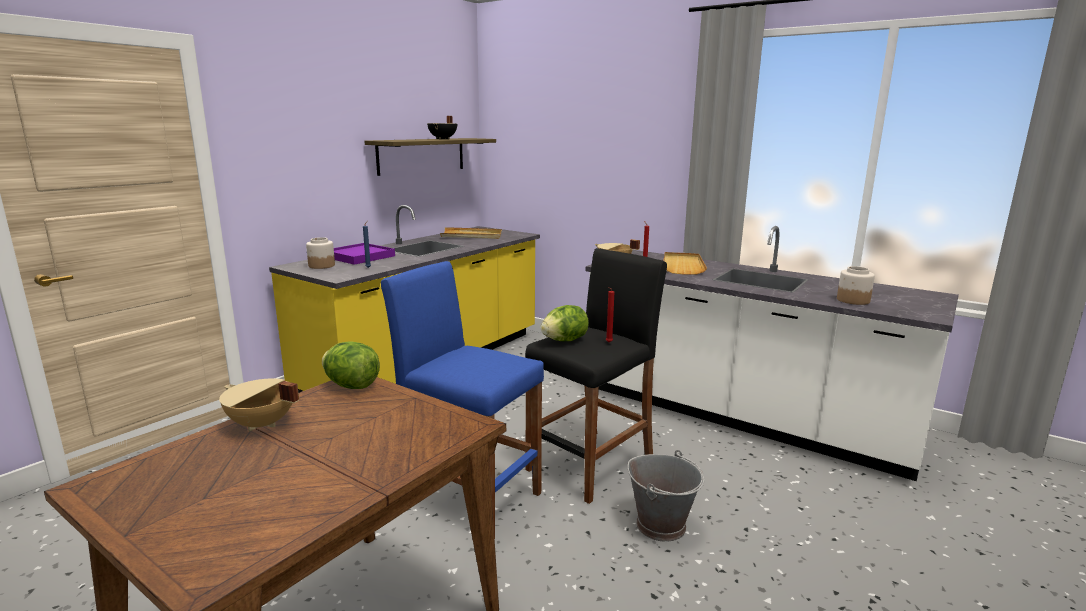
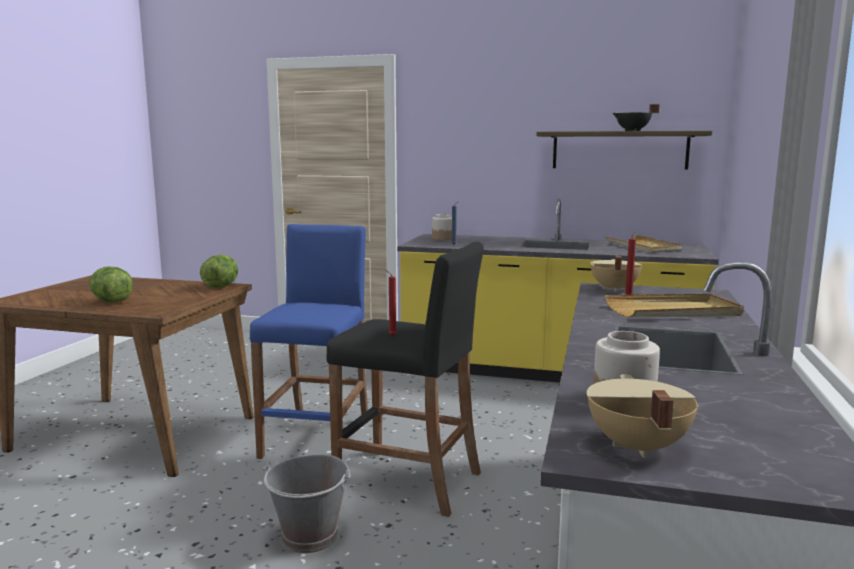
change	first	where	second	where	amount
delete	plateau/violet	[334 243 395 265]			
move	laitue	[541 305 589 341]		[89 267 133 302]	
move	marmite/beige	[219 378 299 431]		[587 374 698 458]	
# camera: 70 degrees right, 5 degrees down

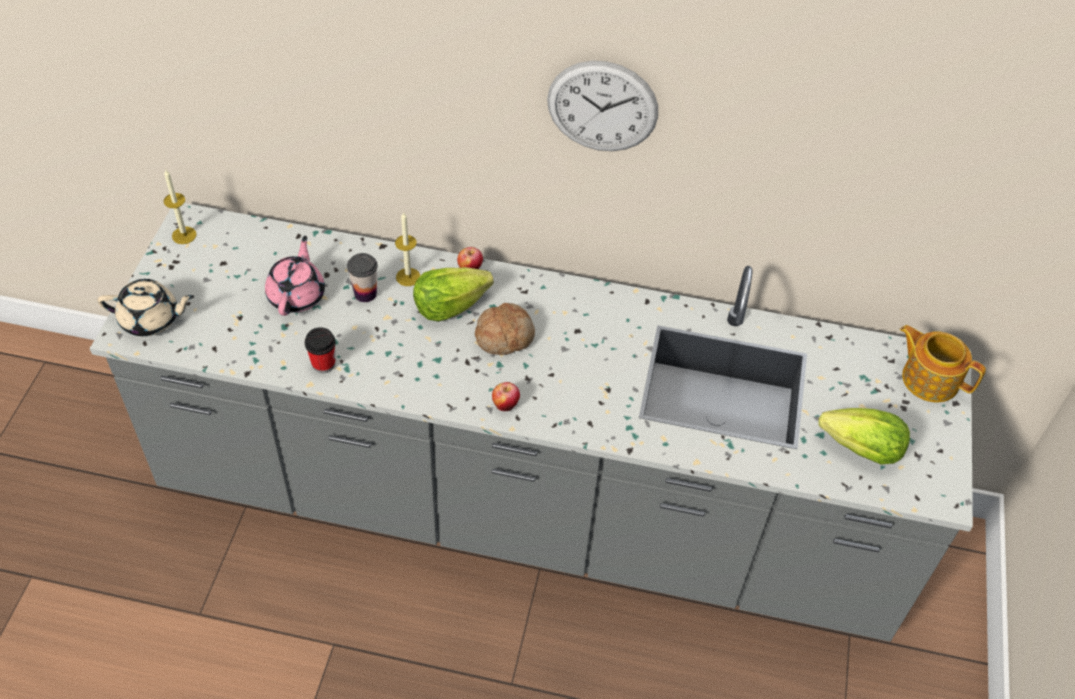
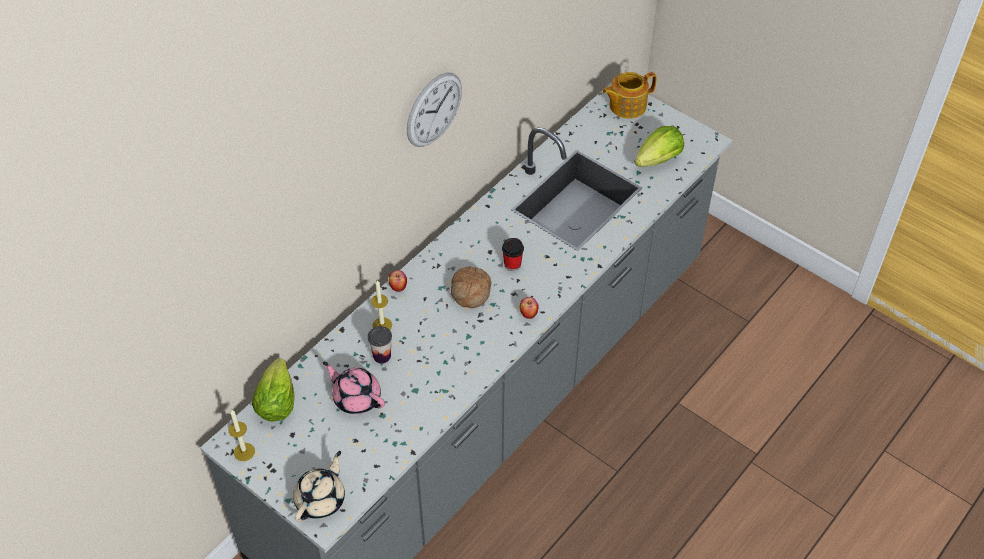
change	first	where	second	where	amount
move	laitue	[413 267 494 322]		[252 358 295 421]	
move	tasse	[305 327 336 373]		[502 238 524 271]	
# camera: 60 degrees left, 0 degrees up

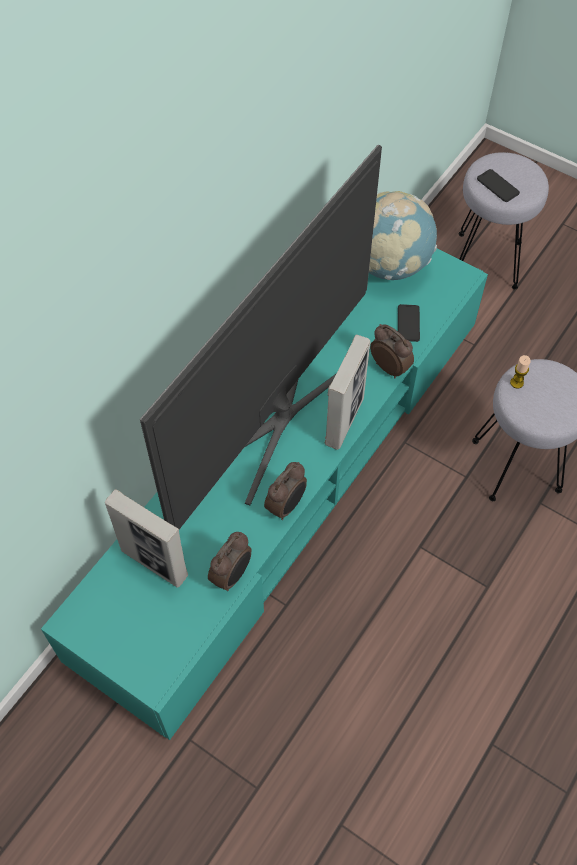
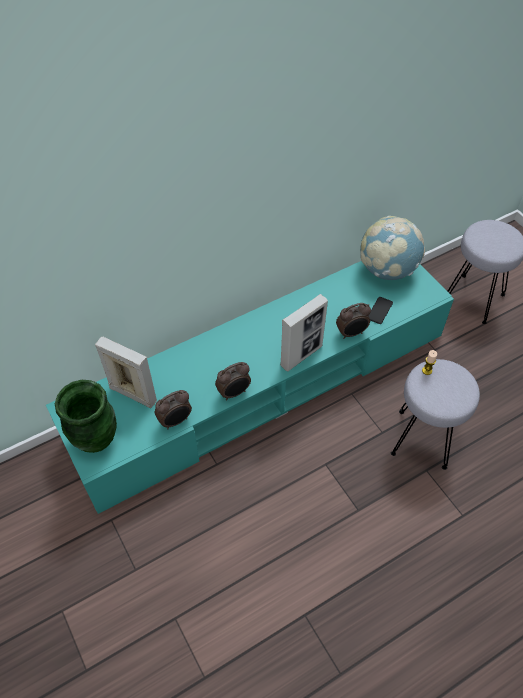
change	first	where	second	where	amount
delete	téléviseur	[140 145 382 529]			
delete	téléphone	[477 169 520 202]			
rotate	réveil	[370 324 414 379]		[336 303 371 339]	90 degrees clockwise
rotate	cadre photo	[105 489 188 588]		[95 337 157 409]	150 degrees clockwise
insert			vase/vert	[55 380 117 453]	
# camera: 25 degrees right, 5 degrees down

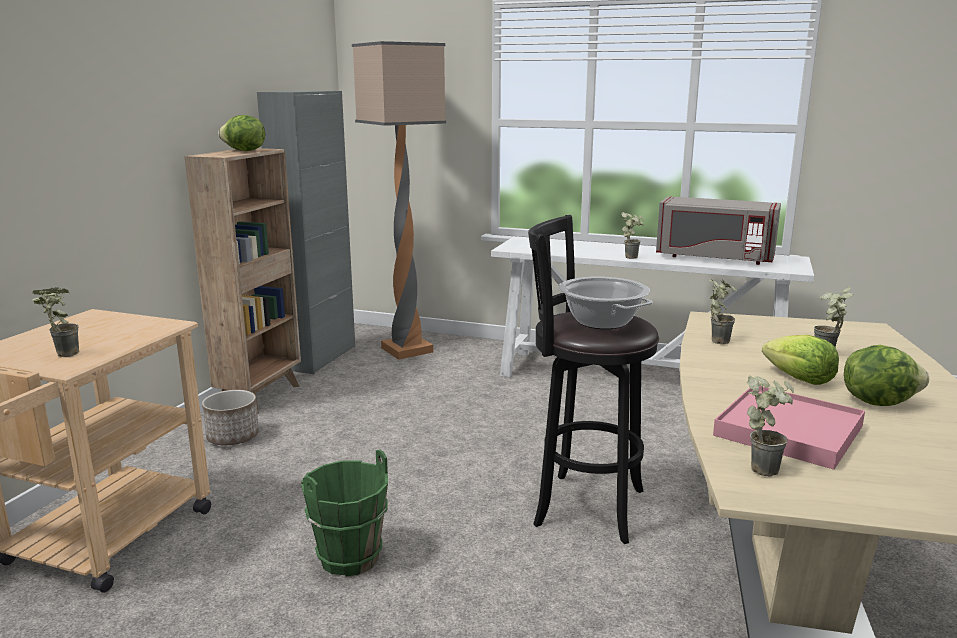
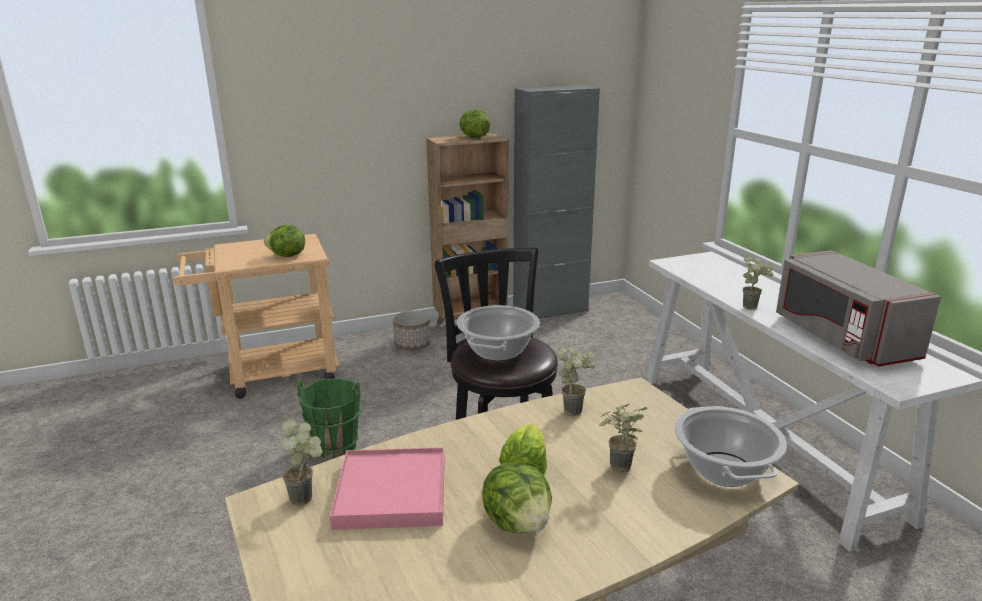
change	first	where	second	where	amount
delete	lampadaire	[352 41 446 360]			
delete	plante en pot	[33 287 79 357]			
insert			laitue	[264 225 305 257]	
insert			marmite	[675 406 787 487]	
# camera: 50 degrees right, 5 degrees up

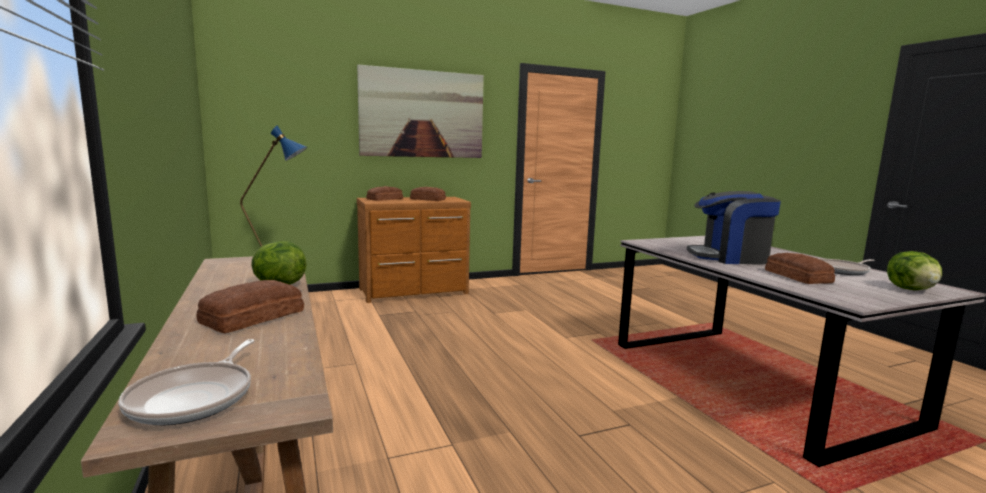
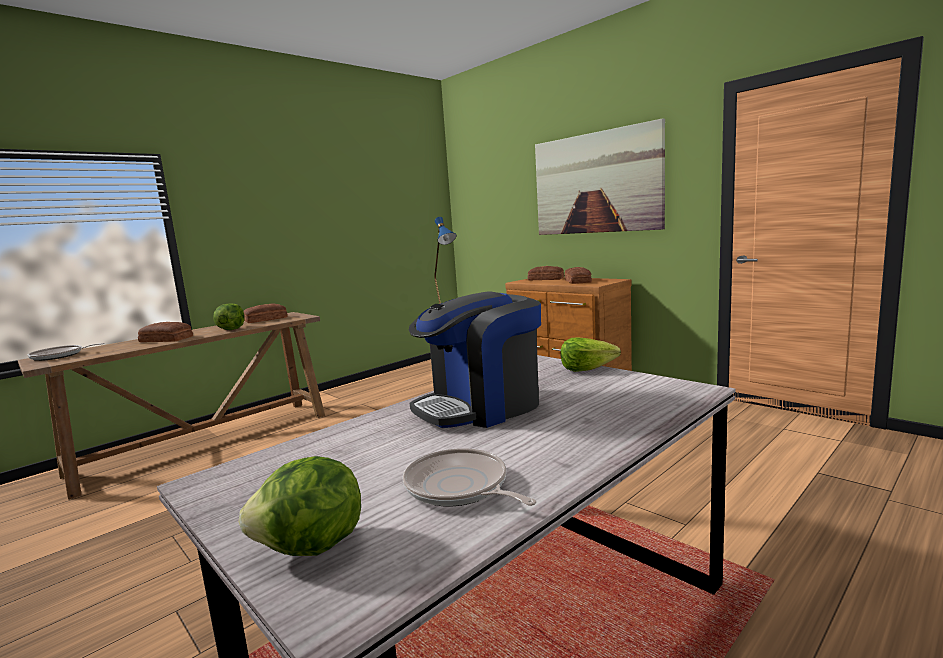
change	first	where	second	where	amount
rotate	machine à café	[687 191 781 264]		[409 291 541 428]	105 degrees counterclockwise
move	pain	[765 253 835 284]		[243 303 288 323]	
insert			laitue	[560 337 621 372]	
# camera: 70 degrees right, 0 degrees up

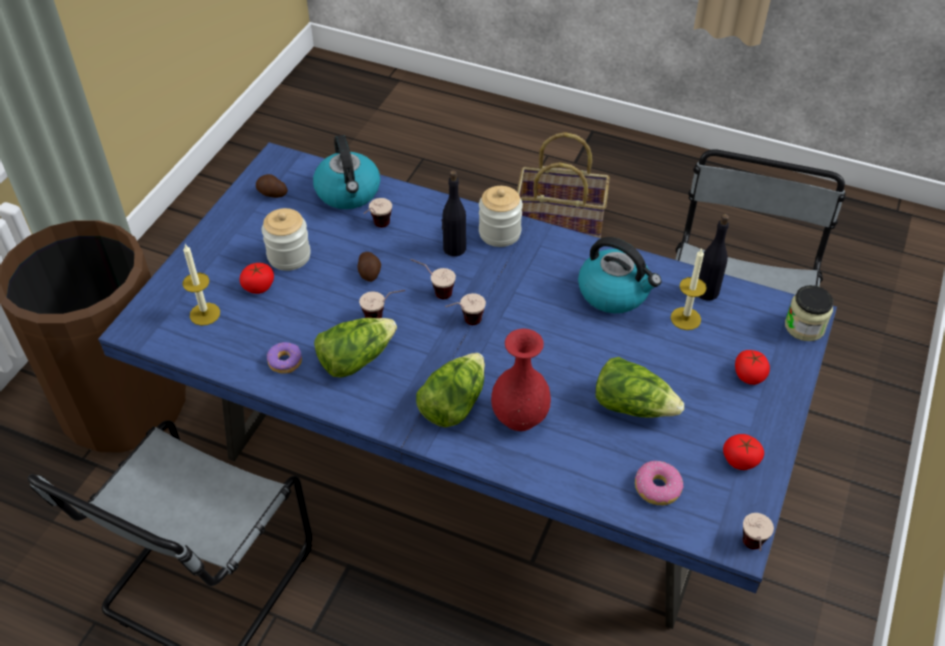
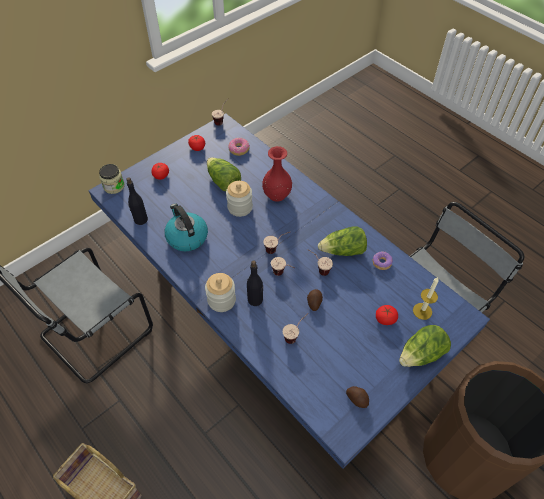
change	first	where	second	where	amount
delete	bouilloire	[313 135 380 209]			
move	bocal	[262 208 311 271]		[226 181 253 217]	
delete	bougie	[671 249 707 330]			
move	laitue	[416 353 485 428]		[399 325 451 367]	
# camera: 155 degrees left, 5 degrees up

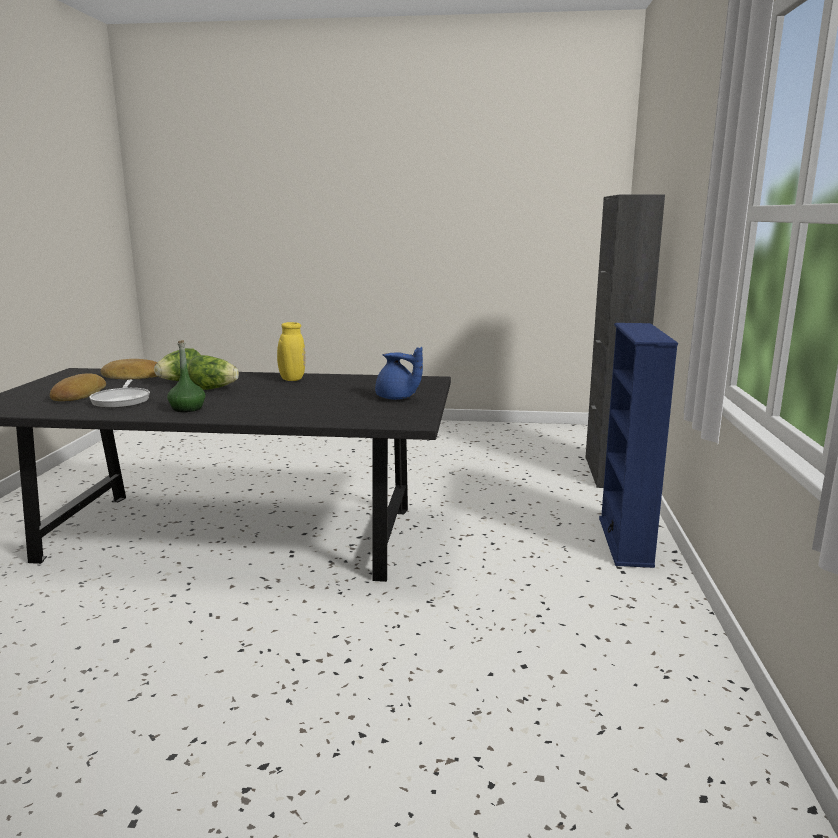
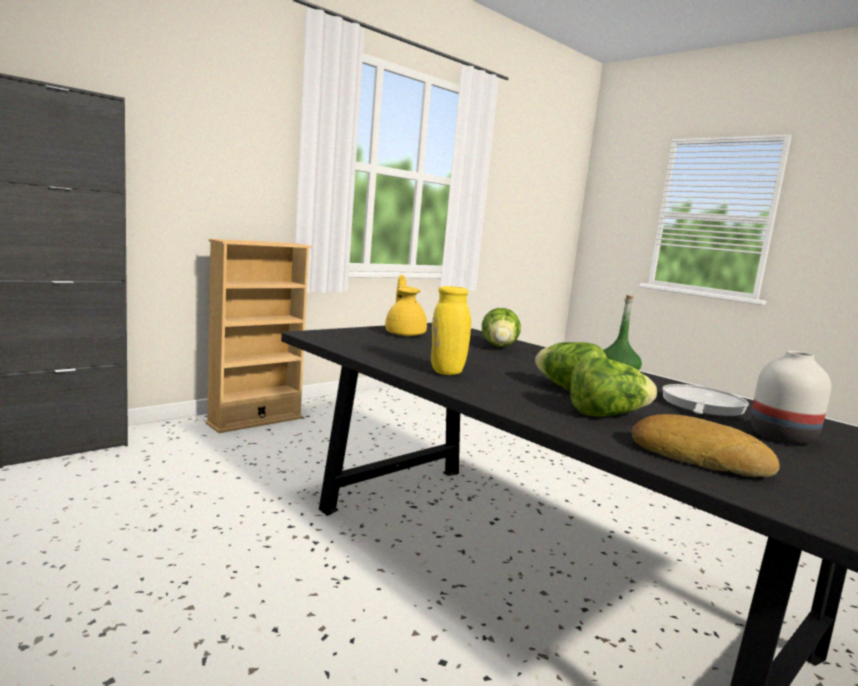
change	first	where	second	where	amount
recolor	bibliothèque/bleu	[599 323 678 568]	bibliothèque/beige	[205 239 312 433]	
recolor	théière/bleu	[375 347 423 400]	théière/jaune	[385 275 427 336]	
replace	pain	[50 373 106 401]	vase/blanc	[751 351 831 445]	
insert			laitue	[482 308 521 347]	
# camera: 140 degrees left, 5 degrees down

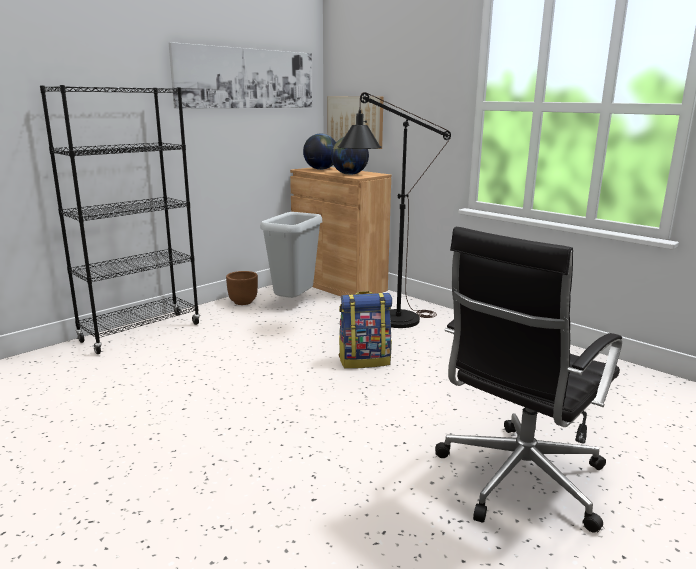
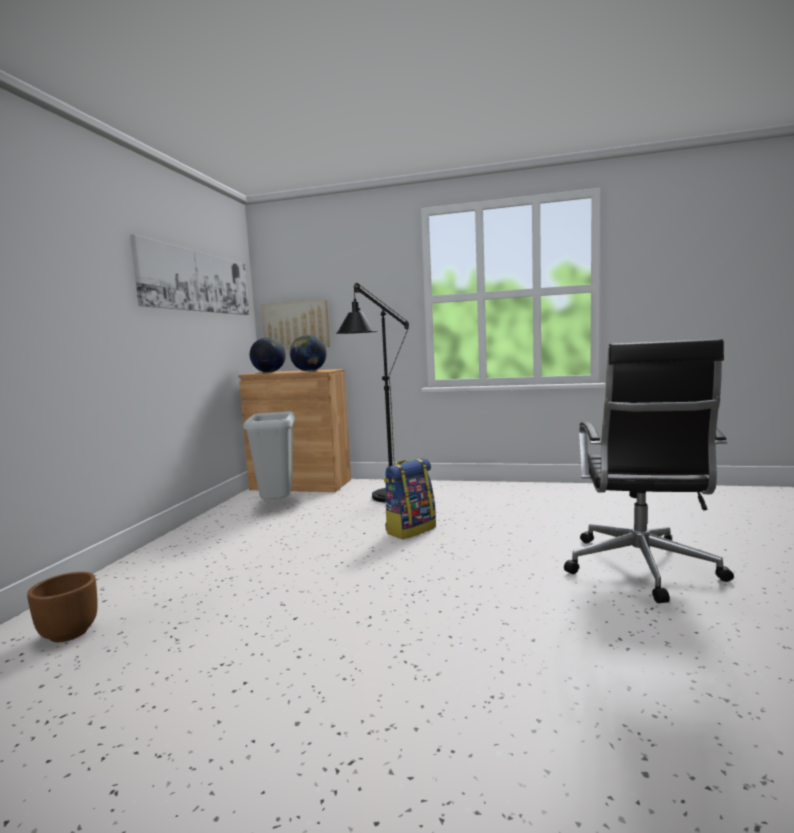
change	first	where	second	where	amount
delete	bibliothèque/noir	[40 85 200 354]			
move	cache-pot/marron	[226 271 258 305]		[27 572 98 642]	
# camera: 30 degrees left, 10 degrees down

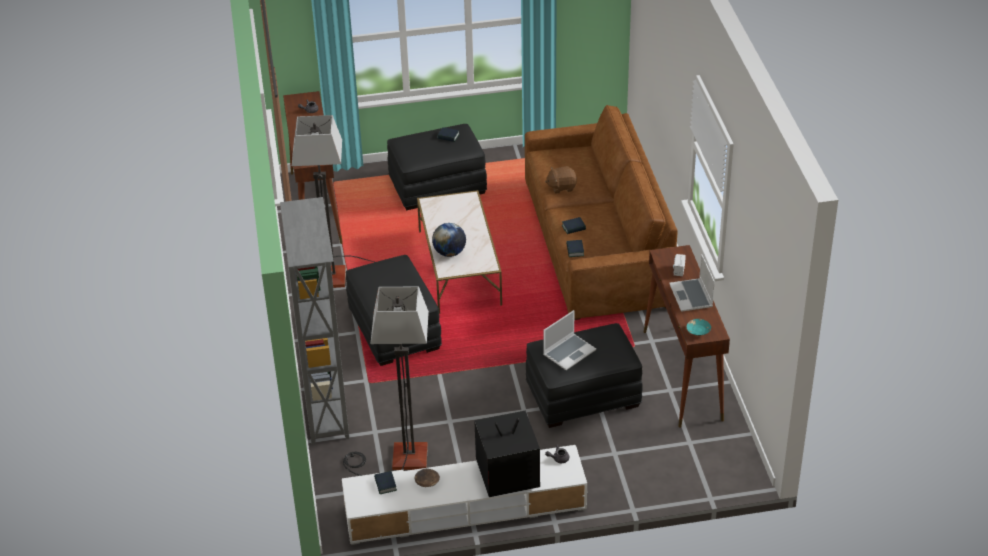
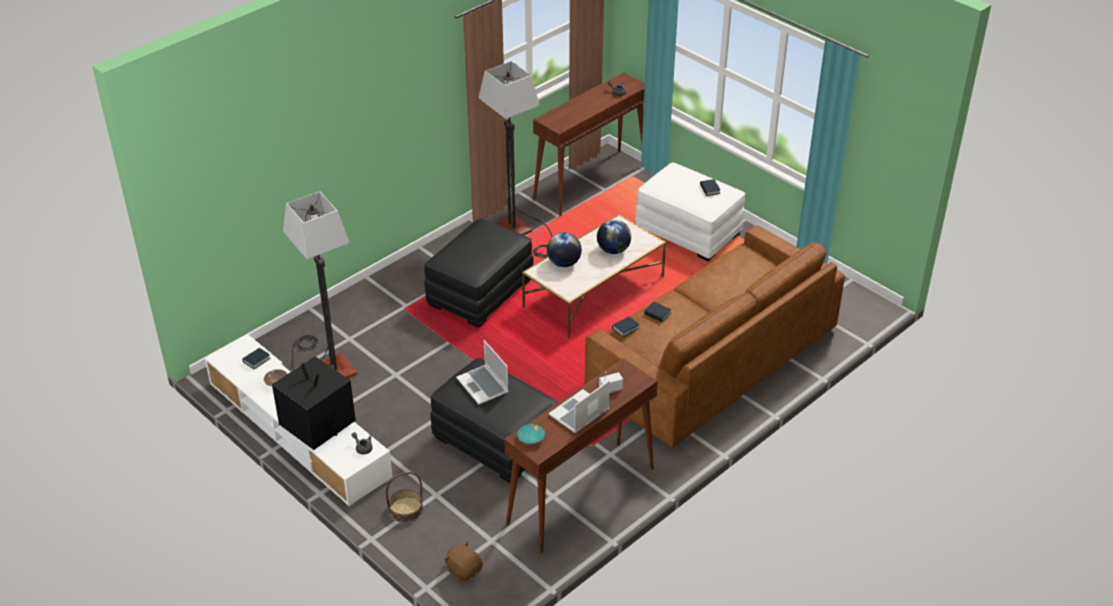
change	first	where	second	where	amount
recolor	pouf/noir	[387 124 487 210]	pouf/blanc	[635 162 745 261]	
move	peluche/marron	[545 166 577 193]		[444 541 483 582]	
delete	bibliothèque/gris	[280 197 350 444]			
rotate	ordinateur portable	[543 310 596 370]		[456 340 509 405]	45 degrees clockwise
insert			globe	[597 219 631 254]	
insert			panier	[386 472 423 523]	
# camera: 55 degrees right, 0 degrees up

